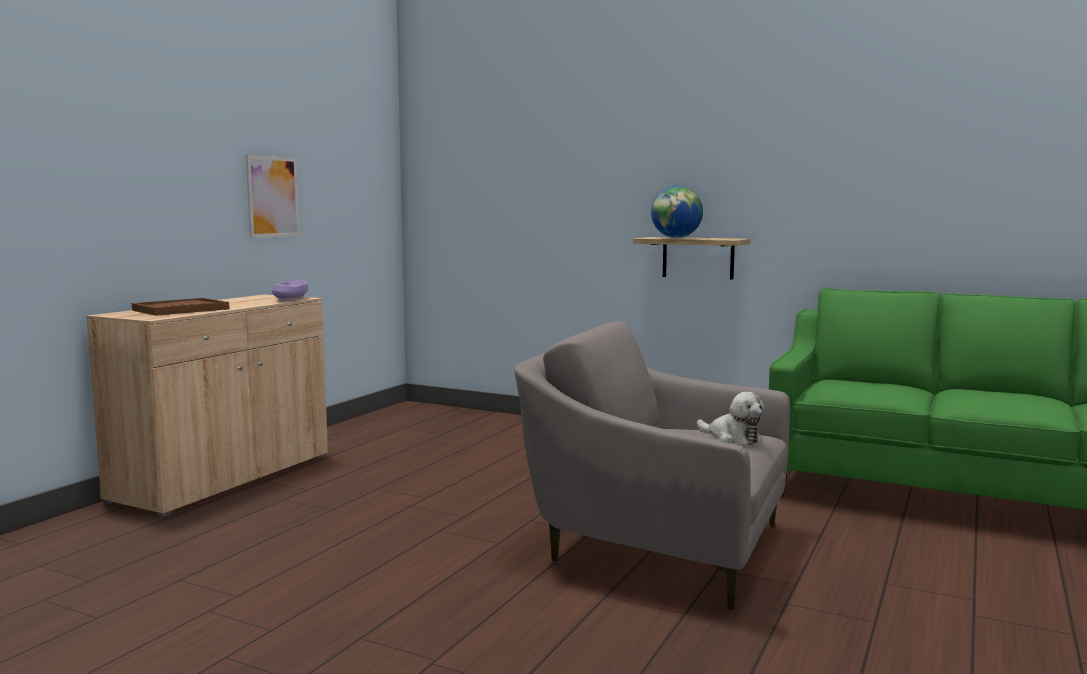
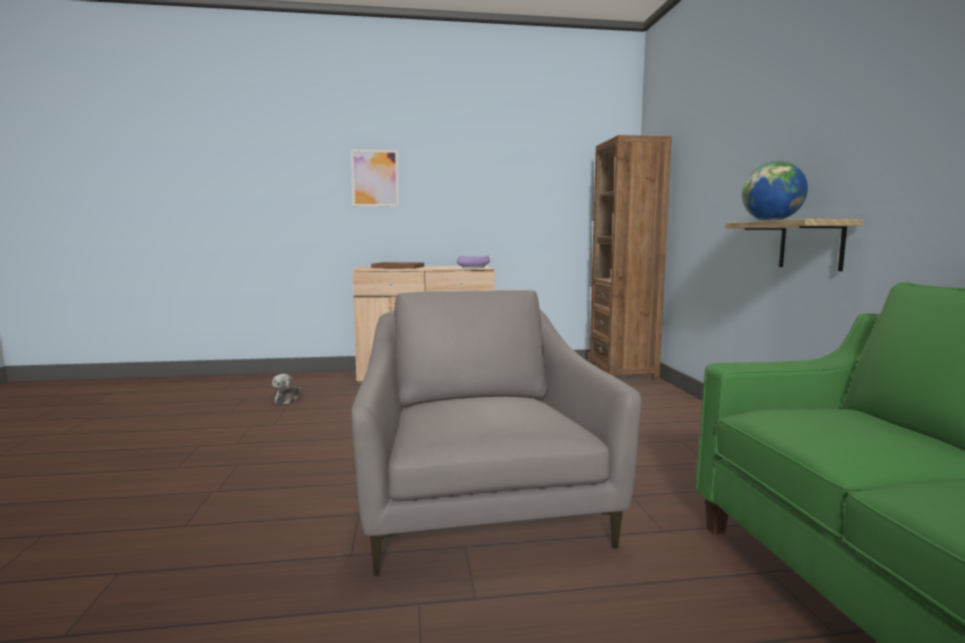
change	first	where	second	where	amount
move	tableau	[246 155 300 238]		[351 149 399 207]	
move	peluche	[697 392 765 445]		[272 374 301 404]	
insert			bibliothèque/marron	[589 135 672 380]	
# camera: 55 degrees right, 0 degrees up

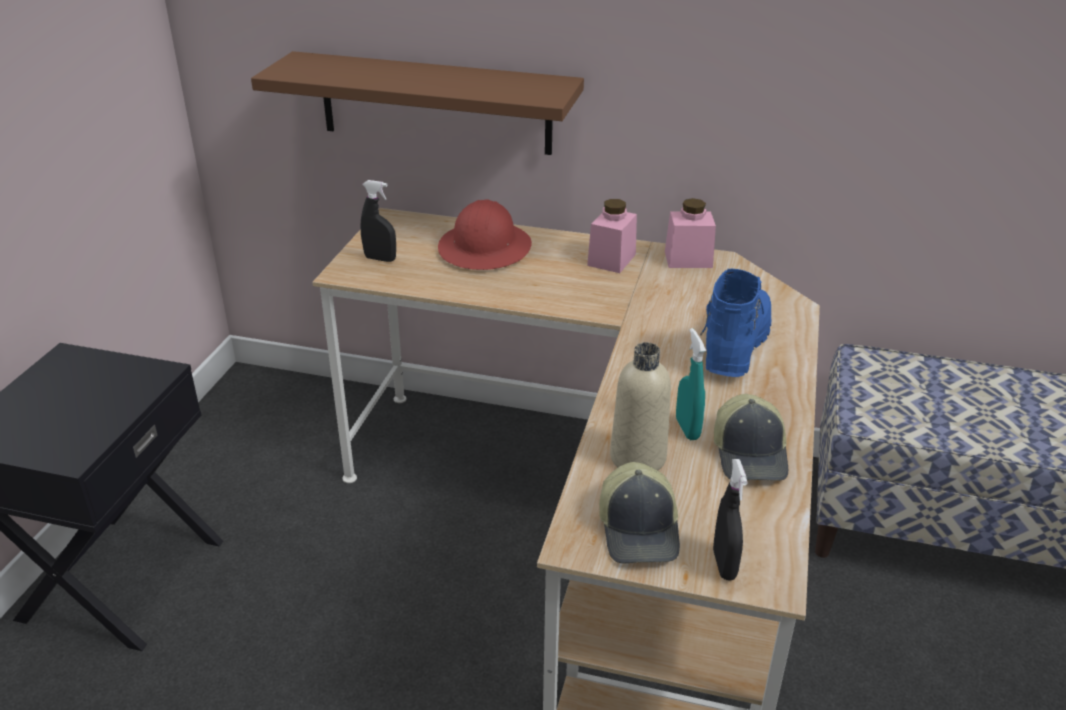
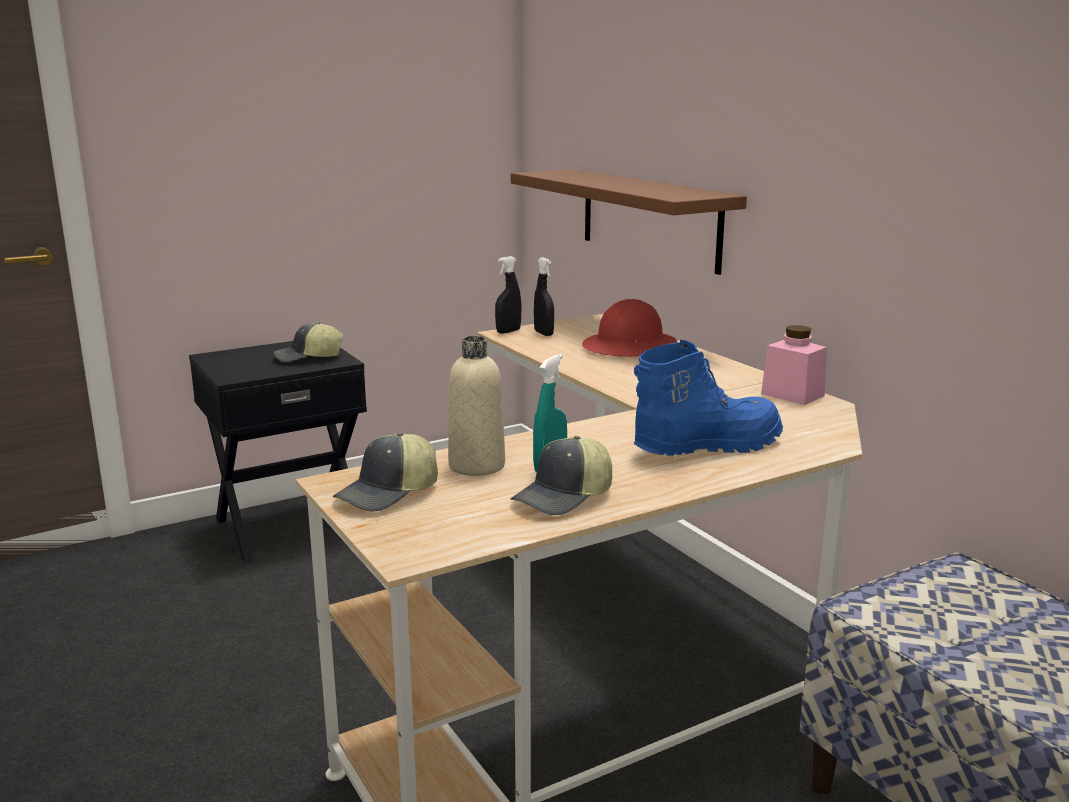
change	first	where	second	where	amount
delete	bocal/rose	[587 199 637 273]			
move	vaporisateur/noir	[713 459 748 581]		[495 256 522 334]	
insert			casquette	[274 322 343 362]	
# camera: 45 degrees right, 15 degrees down

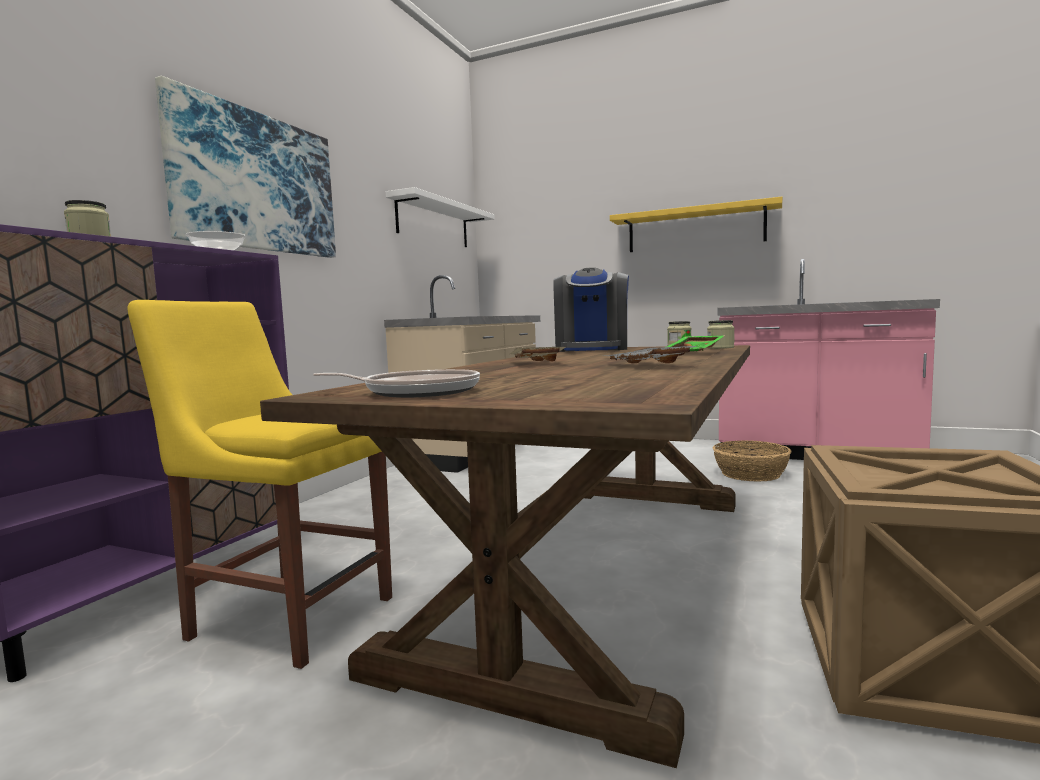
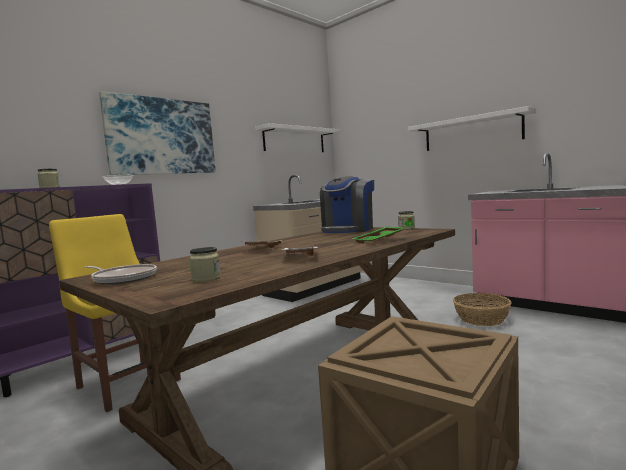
change	first	where	second	where	amount
recolor	étagère/jaune	[610 197 782 252]	étagère/blanc	[408 106 536 151]	
move	bocal	[707 320 734 349]		[189 247 221 282]	
# camera: 20 degrees right, 0 degrees up

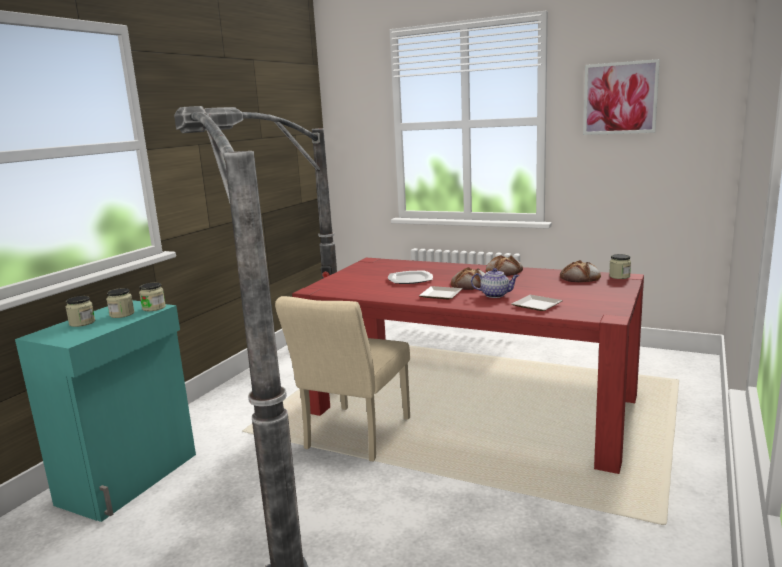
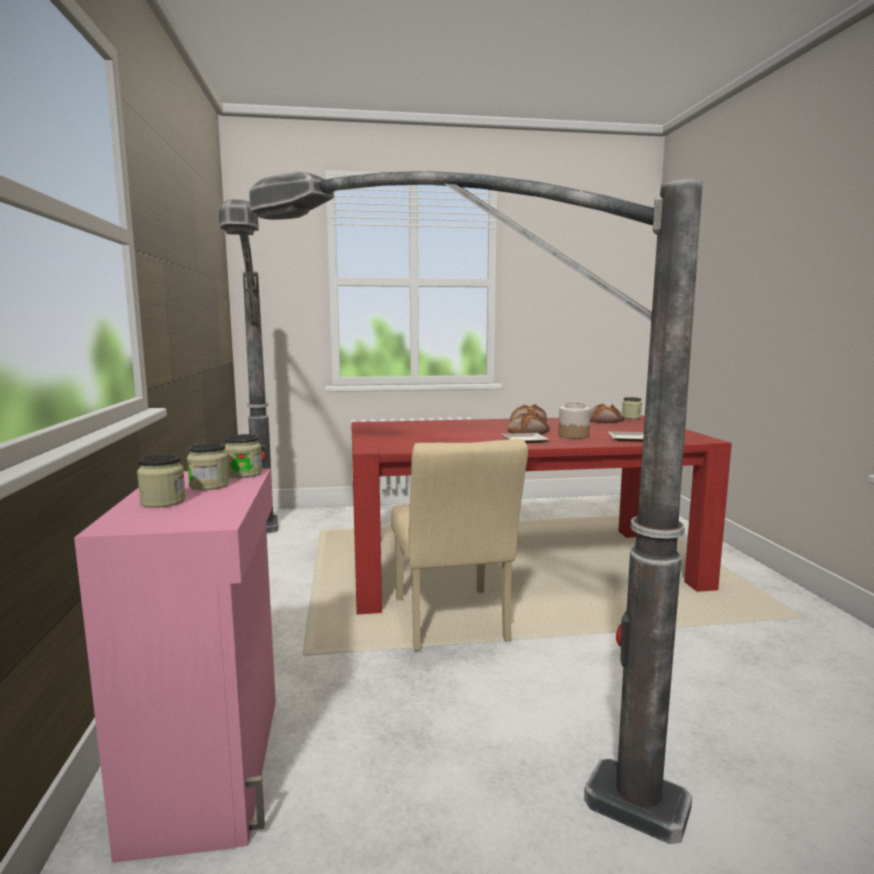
change	first	where	second	where	amount
delete	tableau	[583 59 660 135]			
replace	théière	[471 268 519 298]	bocal	[559 402 590 439]	
delete	assiette	[388 271 433 284]			
recolor	meuble de rangement/turquoise	[15 300 196 522]	meuble de rangement/rose	[74 469 276 863]	
# camera: 35 degrees left, 5 degrees down

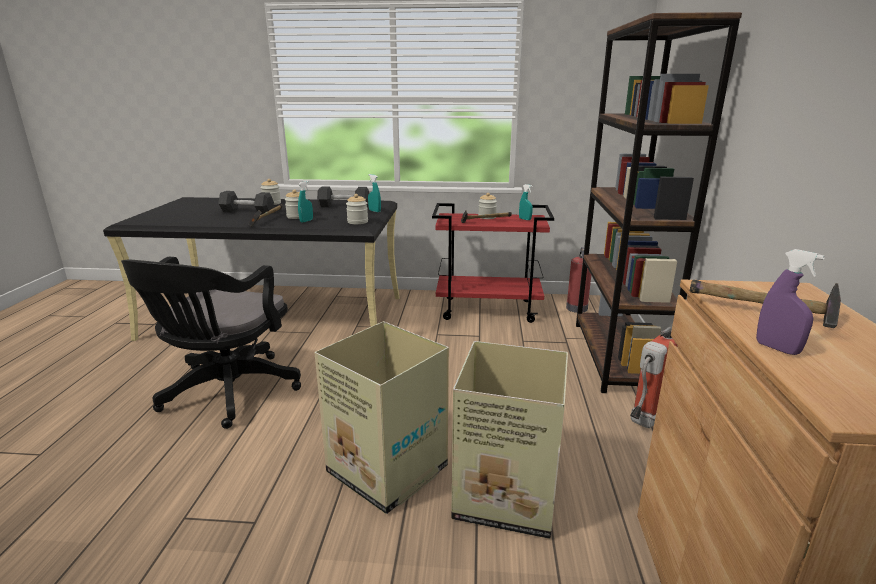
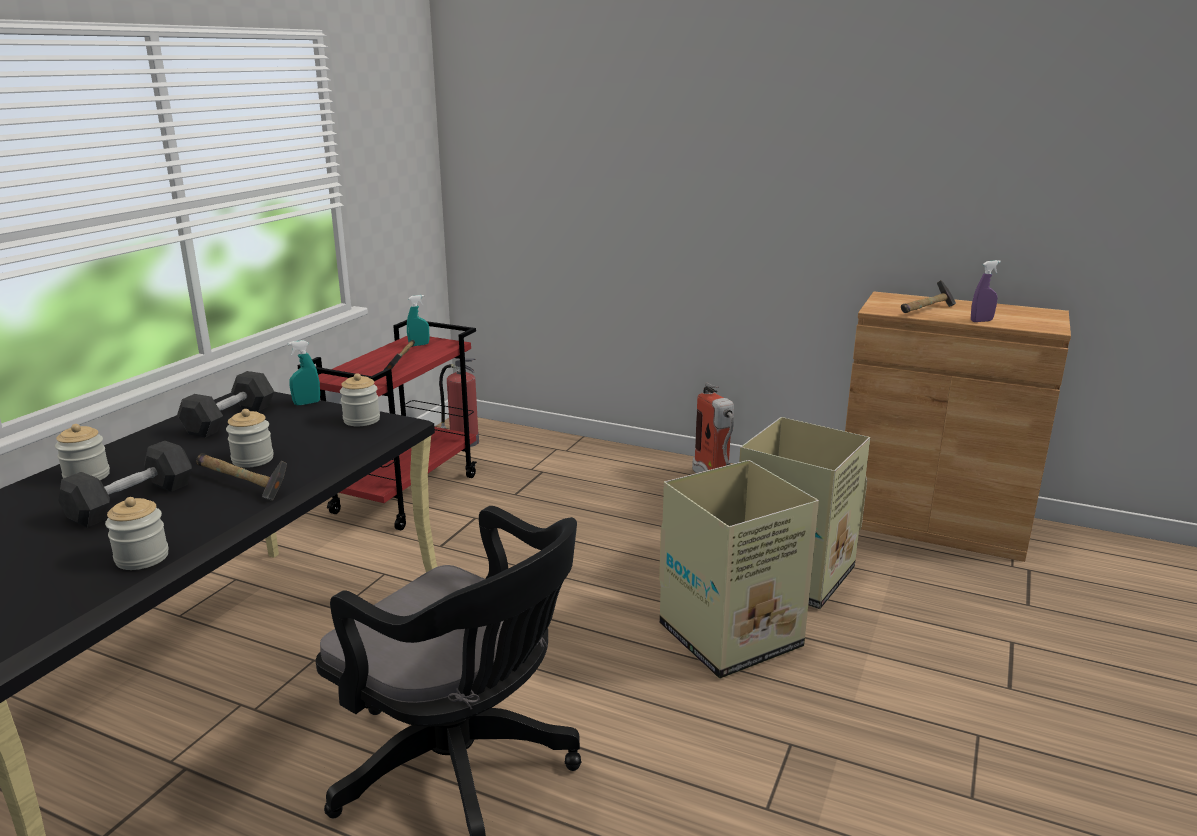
change	first	where	second	where	amount
delete	bibliothèque/marron	[576 12 742 393]			
delete	vaporisateur/turquoise	[298 181 313 223]			
move	bocal	[478 193 497 219]		[105 497 169 570]	
# camera: 70 degrees left, 0 degrees up

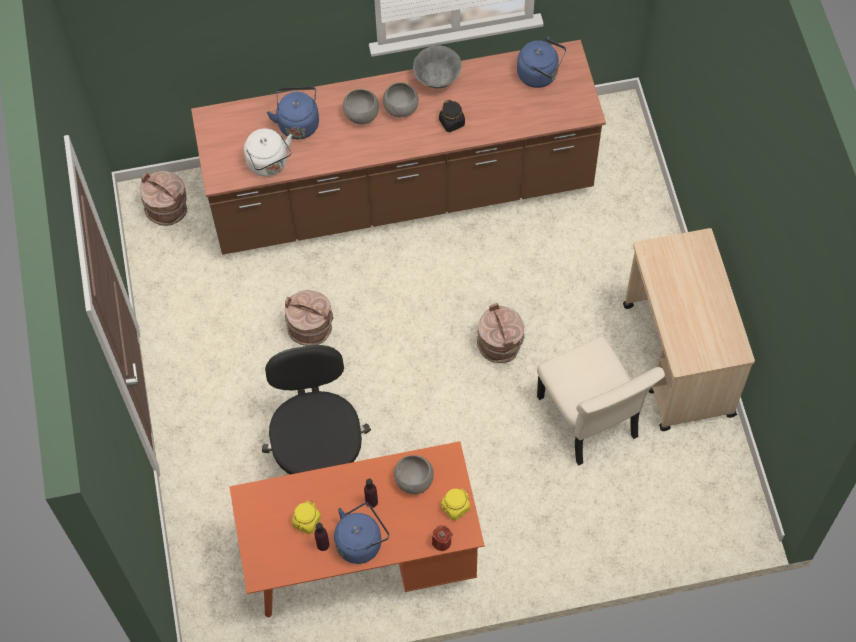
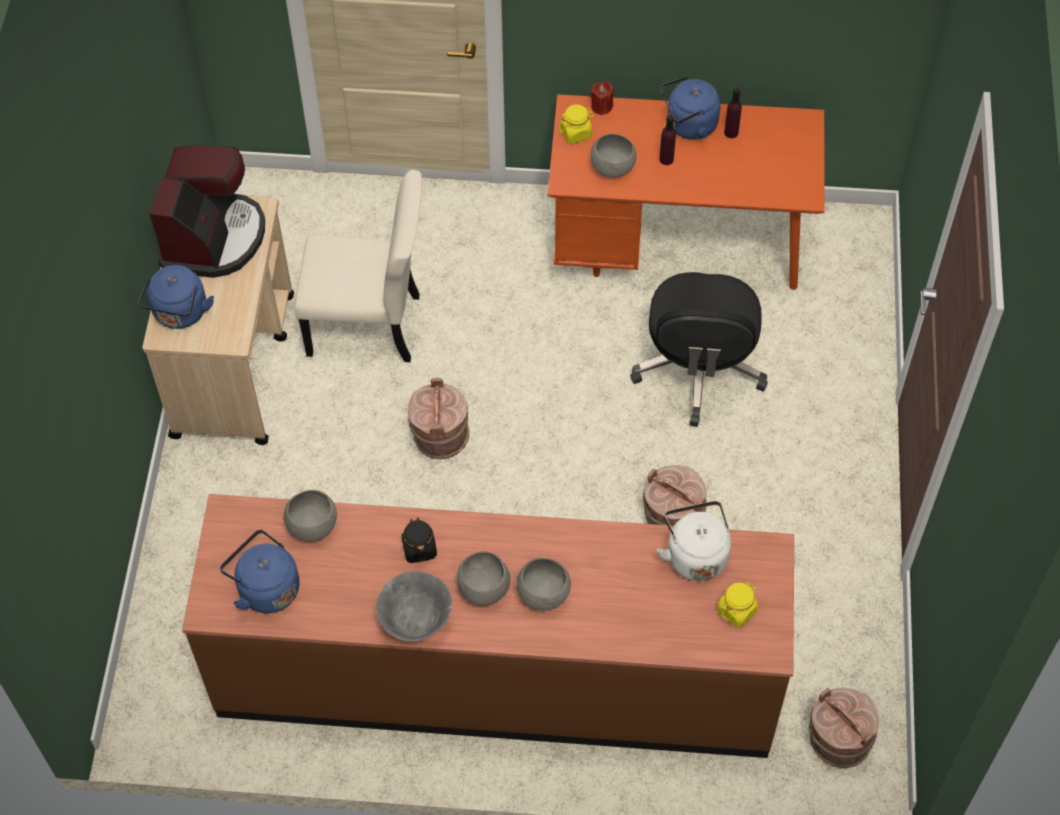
change	first	where	second	where	amount
move	bouilloire/bleu	[267 87 319 139]		[139 265 214 329]	
rotate	chaise/beige	[537 336 665 466]		[295 170 422 362]	105 degrees clockwise
move	bocal/jaune	[292 501 321 534]		[717 582 758 628]	
insert			machine à café	[150 145 265 278]	
insert			bol/gris	[284 490 337 542]	
# camera: 165 degrees left, 5 degrees down

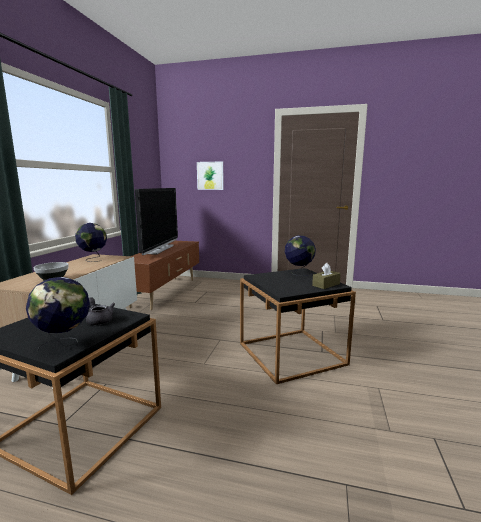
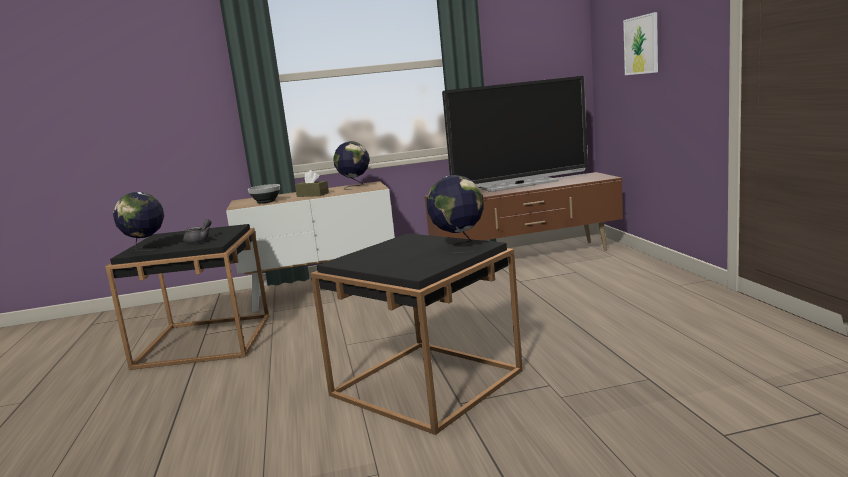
change	first	where	second	where	amount
move	boîte à mouchoirs/marron	[312 263 341 289]		[295 170 329 197]	
# camera: 65 degrees right, 0 degrees up

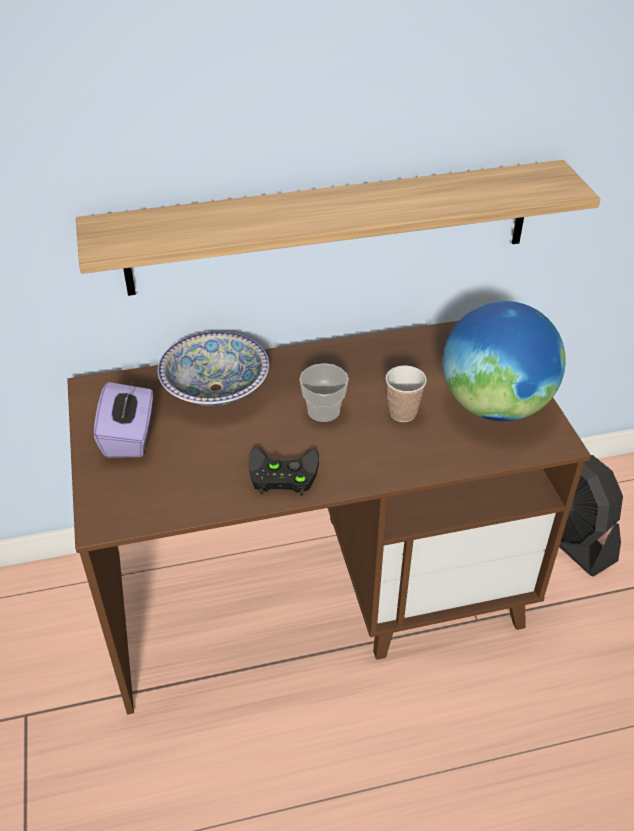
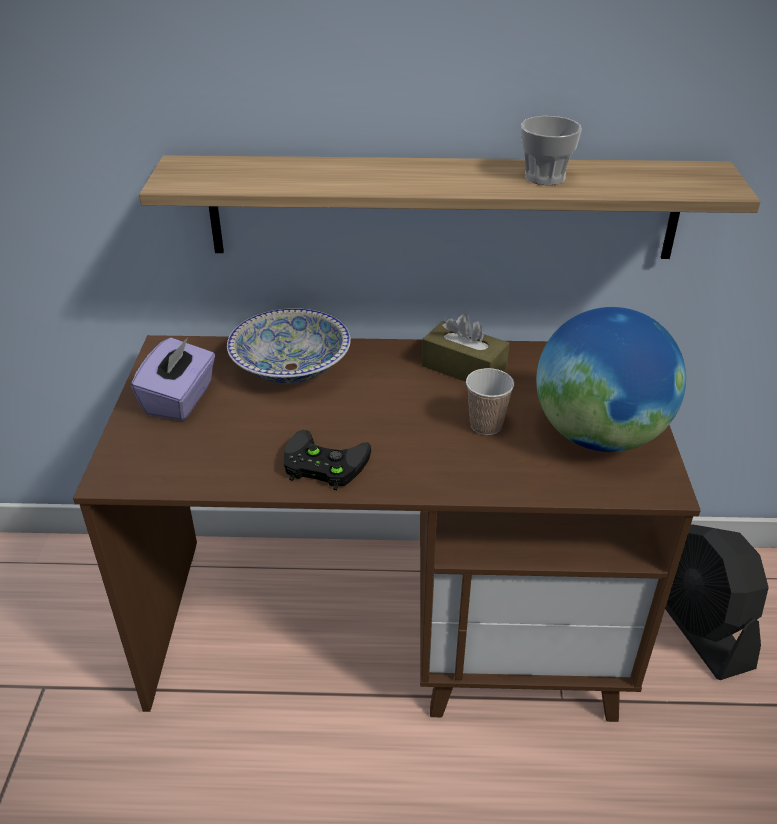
change	first	where	second	where	amount
move	tasse	[299 363 349 422]		[521 116 582 185]	
insert			boîte à mouchoirs/marron	[422 313 510 382]	
# camera: 15 degrees right, 5 degrees down

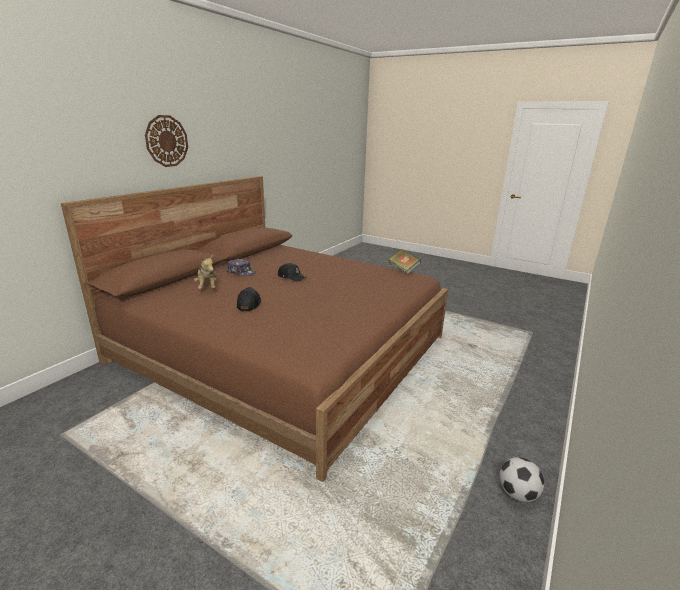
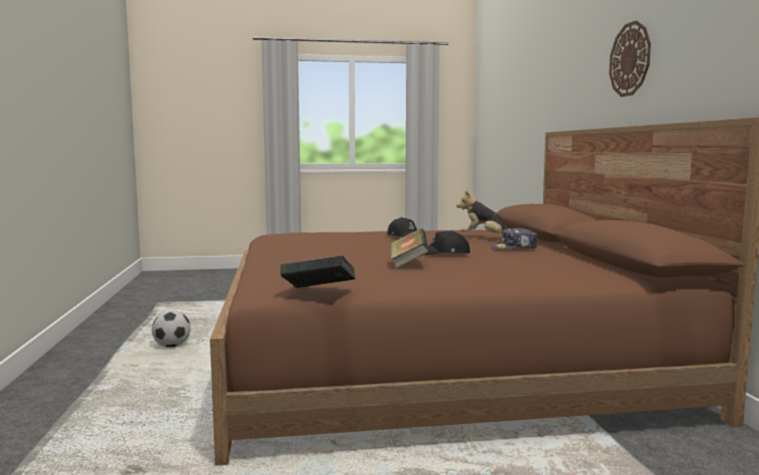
change	first	where	second	where	amount
move	ballon de foot	[499 457 544 502]		[152 310 191 347]	
insert			livre	[391 228 429 268]	
# camera: 140 degrees right, 15 degrees down

